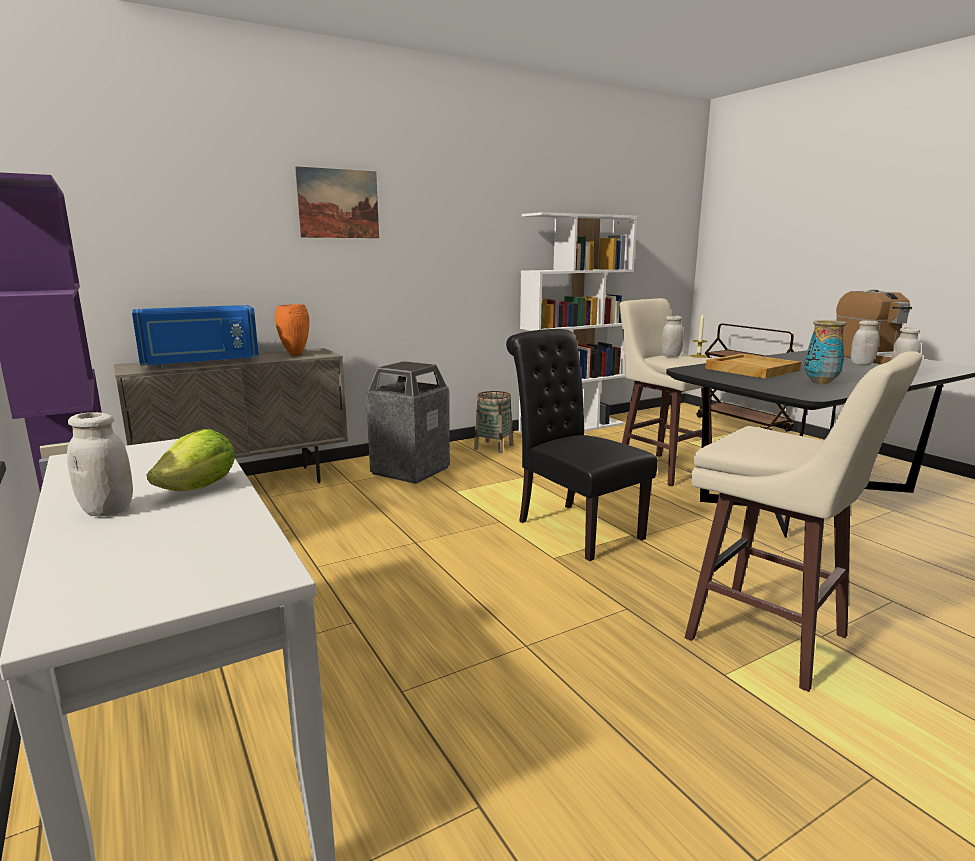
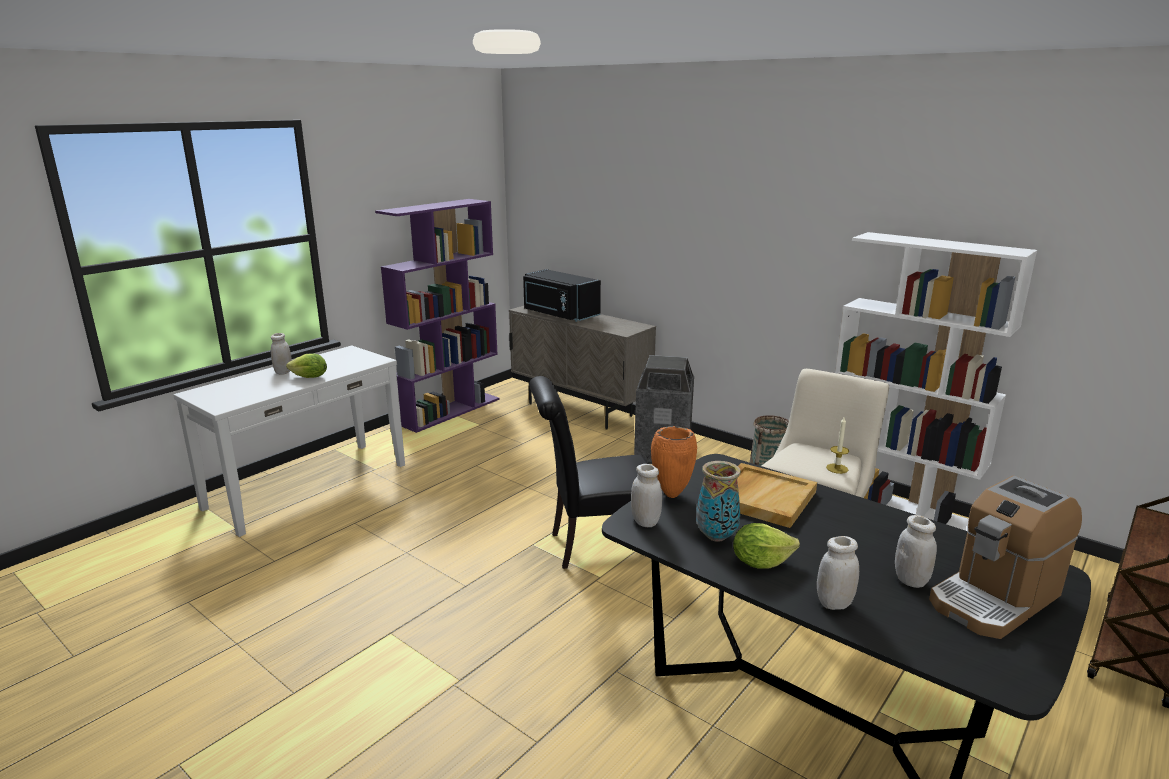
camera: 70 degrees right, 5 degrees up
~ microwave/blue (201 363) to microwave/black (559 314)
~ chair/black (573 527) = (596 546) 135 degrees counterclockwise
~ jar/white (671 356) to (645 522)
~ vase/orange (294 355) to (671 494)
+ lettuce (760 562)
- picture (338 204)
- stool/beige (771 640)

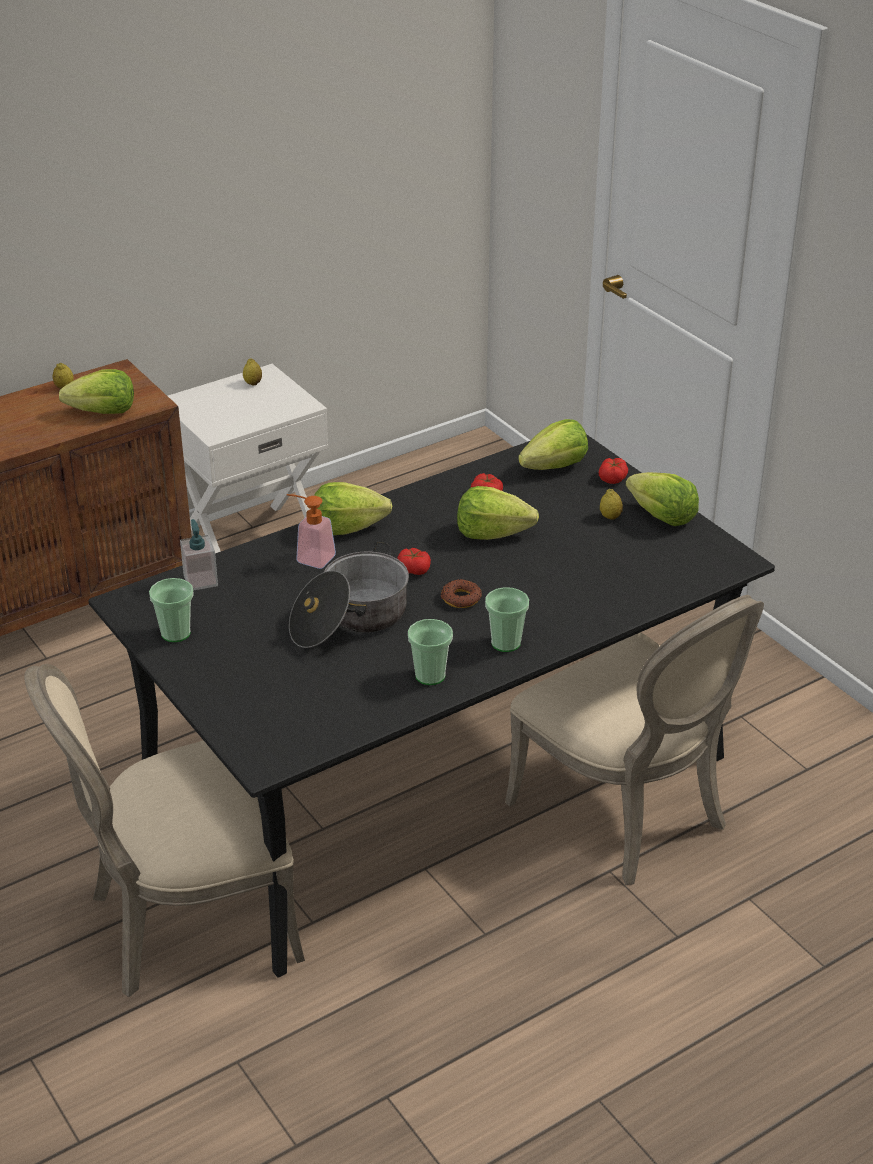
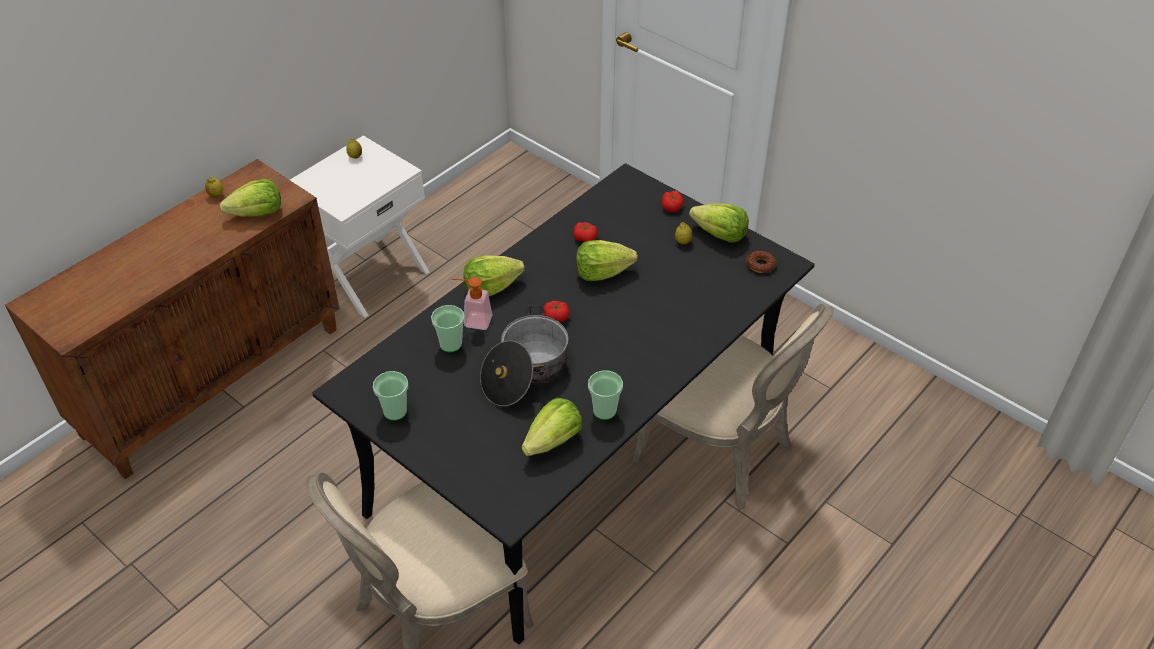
camera: 15 degrees left, 10 degrees up
~ cup (505 643) to (450 344)
~ lettuce (555 467) to (553 441)
~ donut (461 598) to (760 265)
- soap dispenser (200 580)

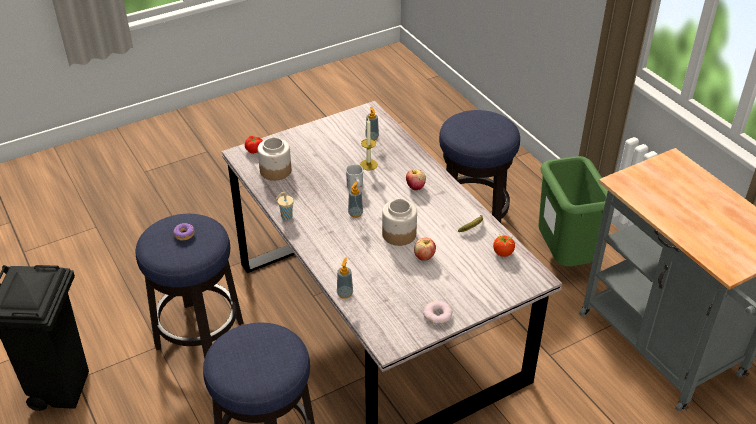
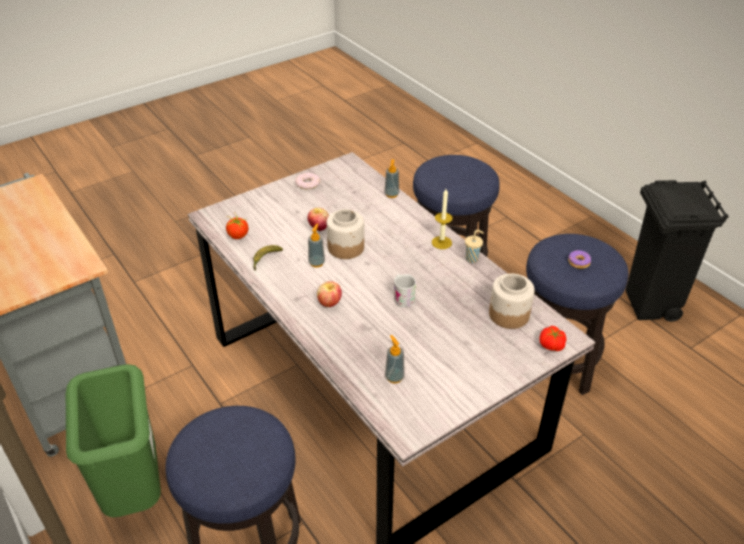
camera: 175 degrees right, 0 degrees up
~ soap dispenser (355 213) to (316 263)
~ candle (368 165) to (441 242)

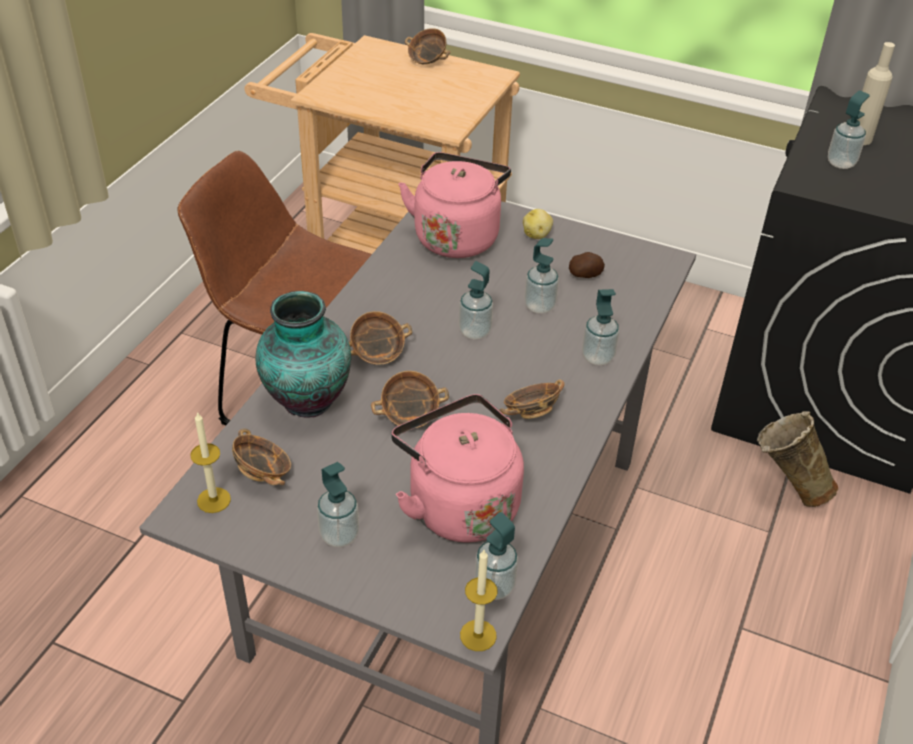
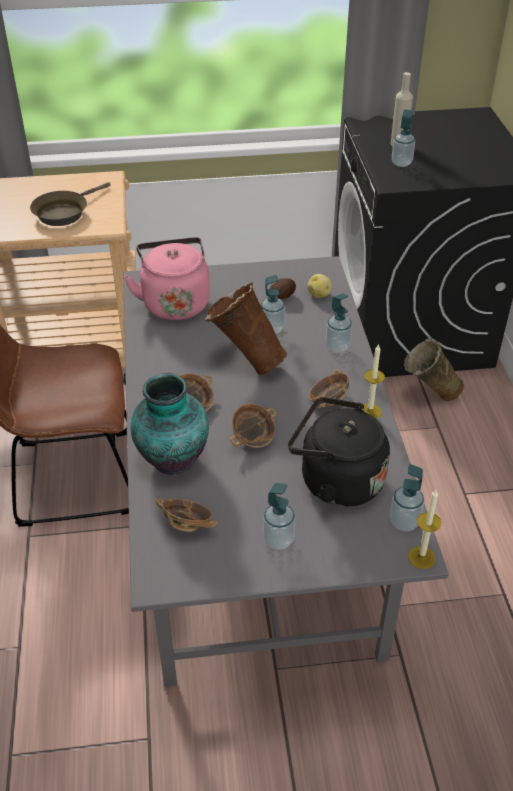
camera: 30 degrees left, 0 degrees up
+ frying pan/brown (64 212)
~ soap dispenser (474 332) to vase/brown (245 363)
~ kettle/pink (458 504) to kettle/black (336 481)
~ potato (537 234) to (319 294)
~ candle (214 500) to (370 411)
- bowl (427 61)

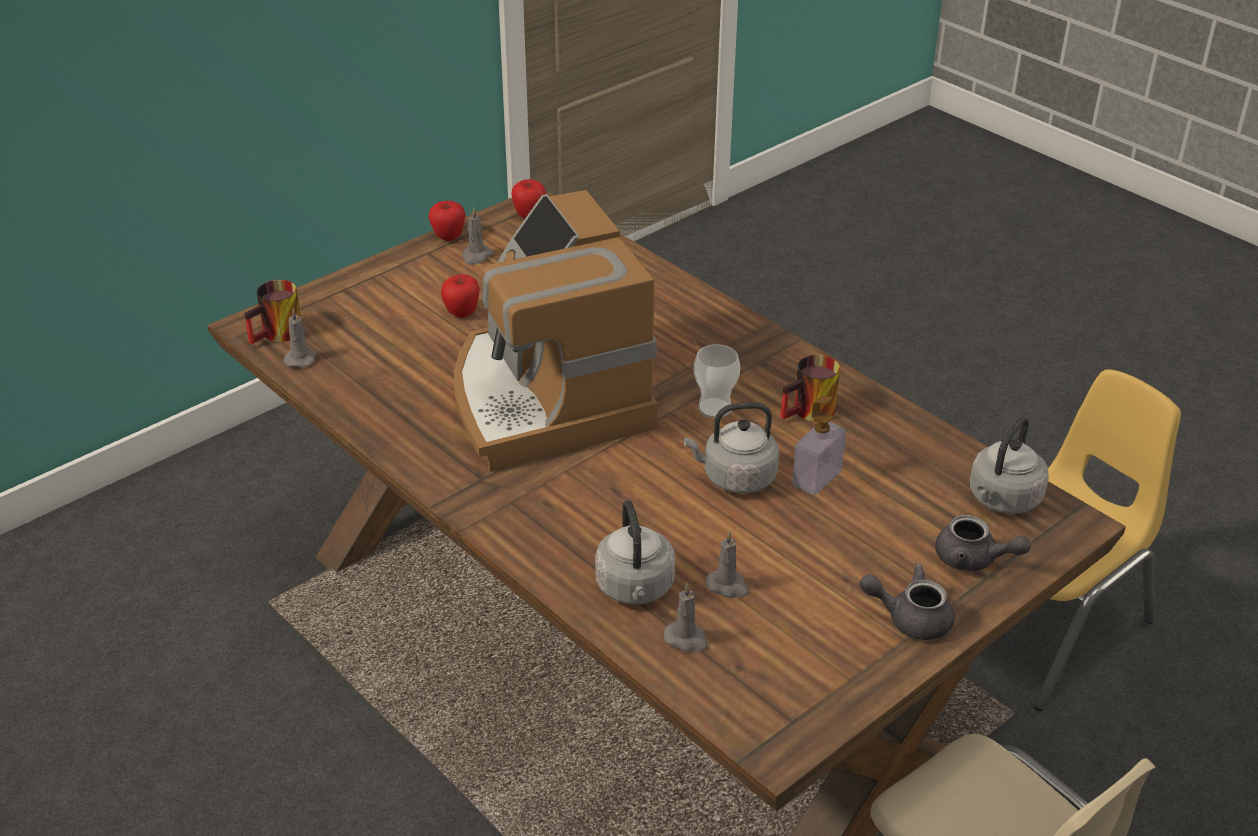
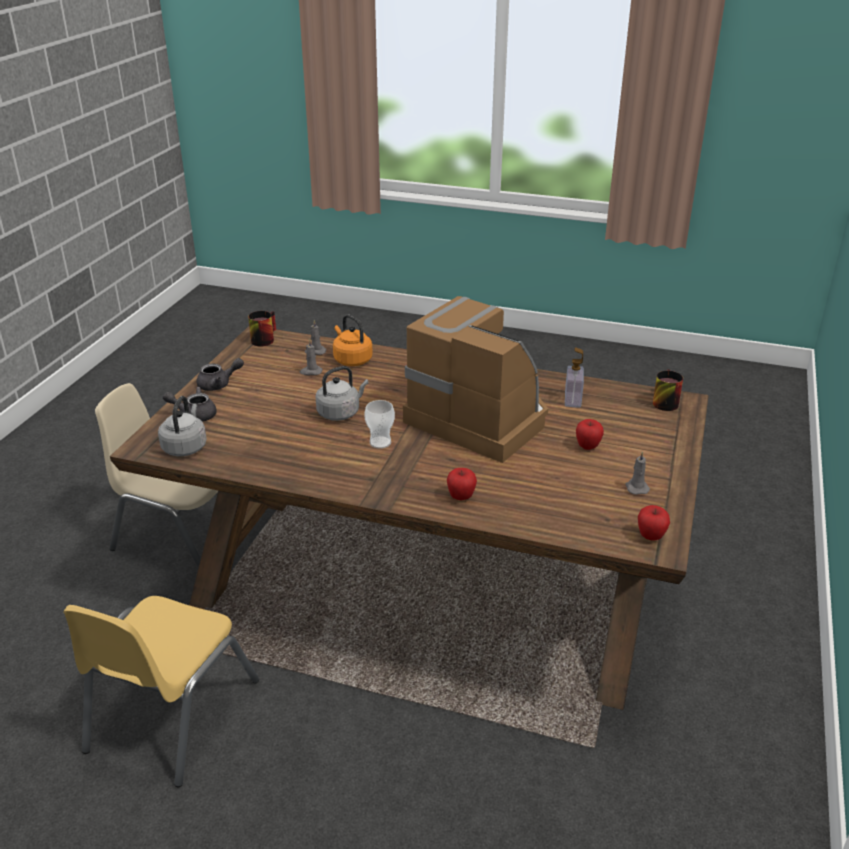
camera: 150 degrees right, 5 degrees down
~ mug (810 413) to (263 338)
~ kettle/grey (635 589) to kettle/orange (351 359)
~ apple (448 237) to (461 497)
~ soap dispenser (817 478) to (572 400)
- candle/grey (301 358)

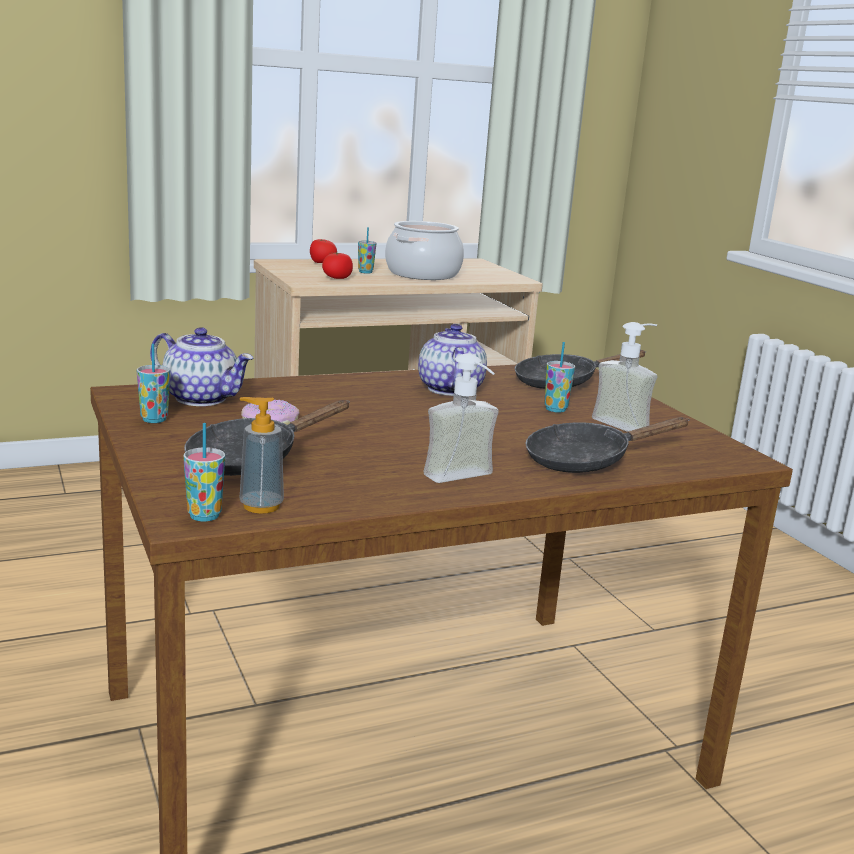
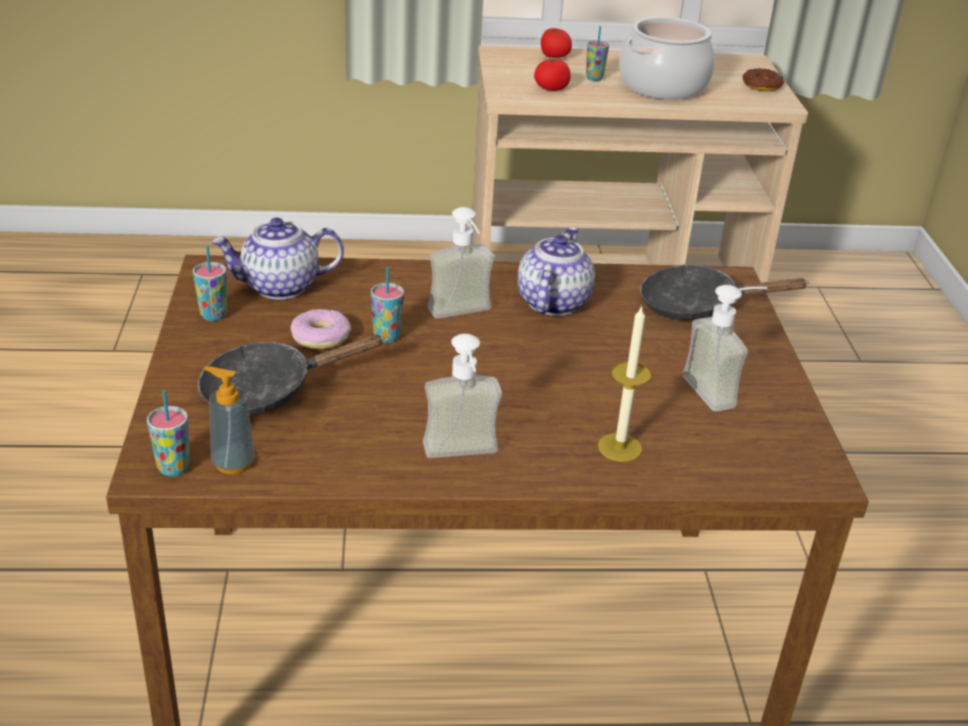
camera: 20 degrees right, 15 degrees up
~ teapot (202 398) = (279 287) 120 degrees clockwise
~ cup (555 409) to (387 337)
+ soap dispenser (464 316)
~ frying pan/black (586 461) to candle (619 447)
+ donut (761 85)

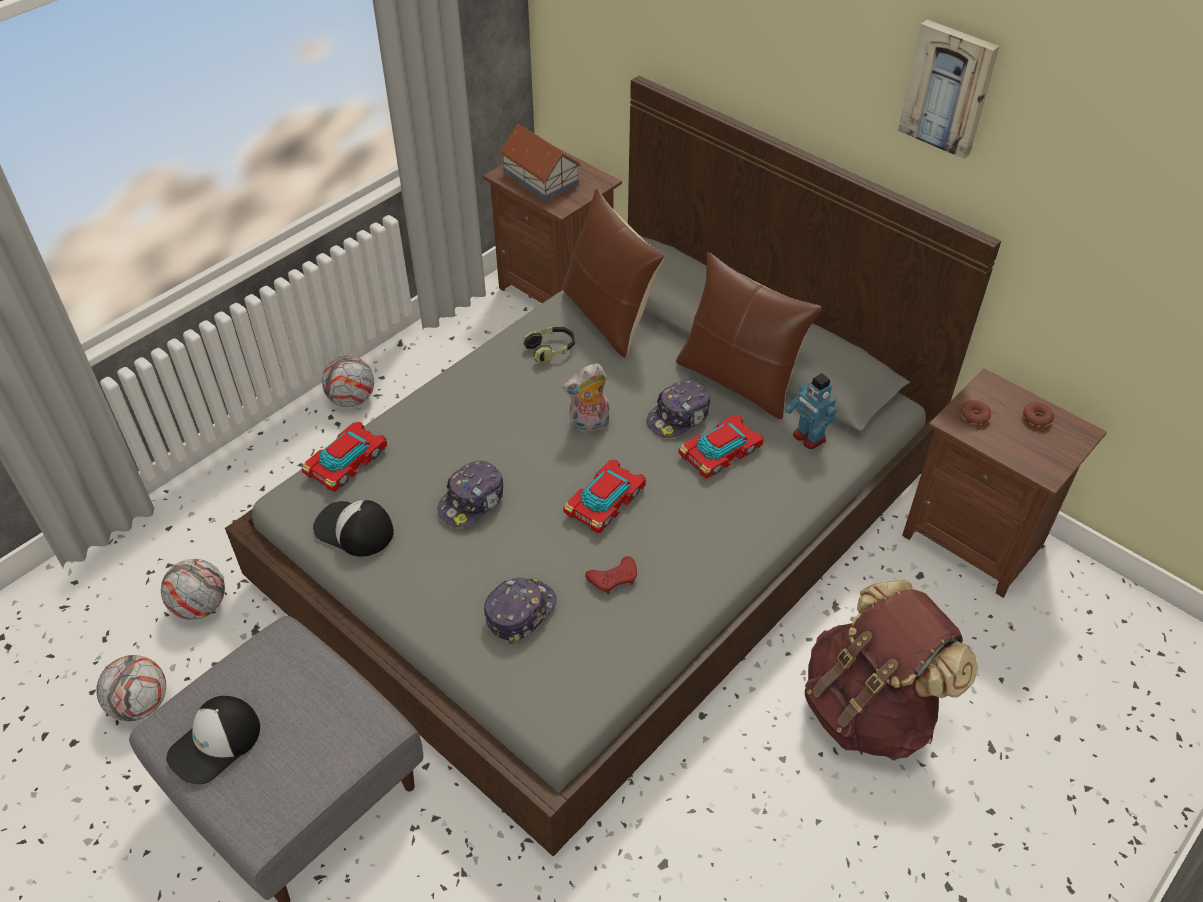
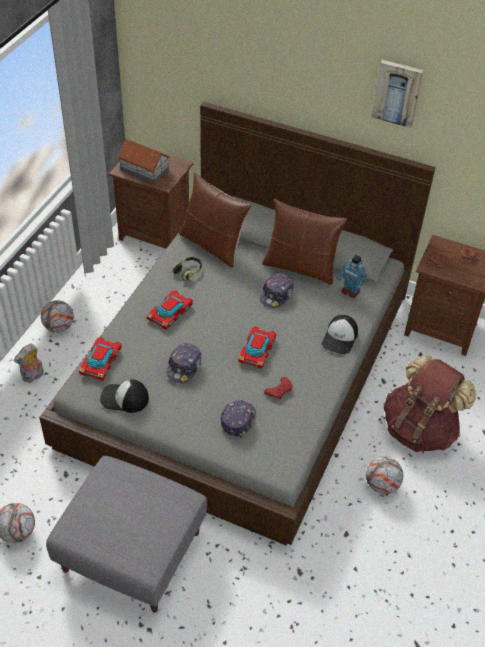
camera: 20 degrees left, 0 degrees up
~ plush toy (589 426) to (33 376)
~ toy car (721 452) to (170 313)
~ cap (215 744) to (340 338)
~ football (200 606) to (381 485)

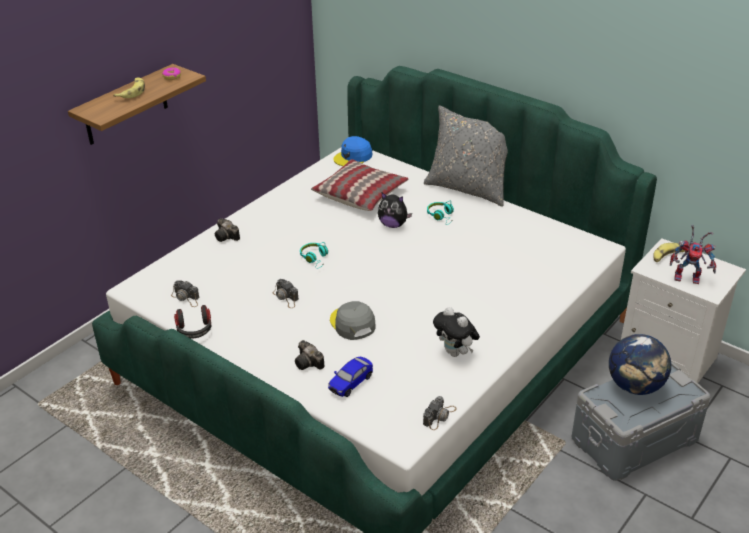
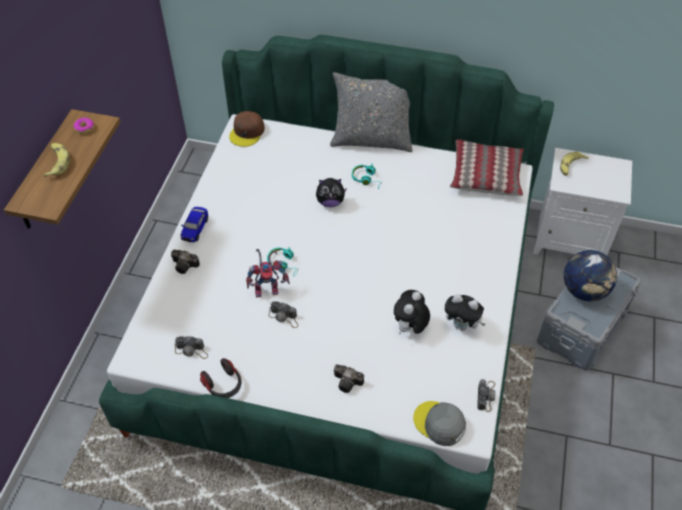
camera: 25 degrees left, 15 degrees up
~ toy car (350 383) to (195 229)
~ cap/blue (353 157) to cap/brown (247 132)
~ toy robot (689 277) to (268 288)
+ plush toy (410 327)
~ cap/grey (352 323) to (439 424)
~ pillow (360 194) to (486 174)

